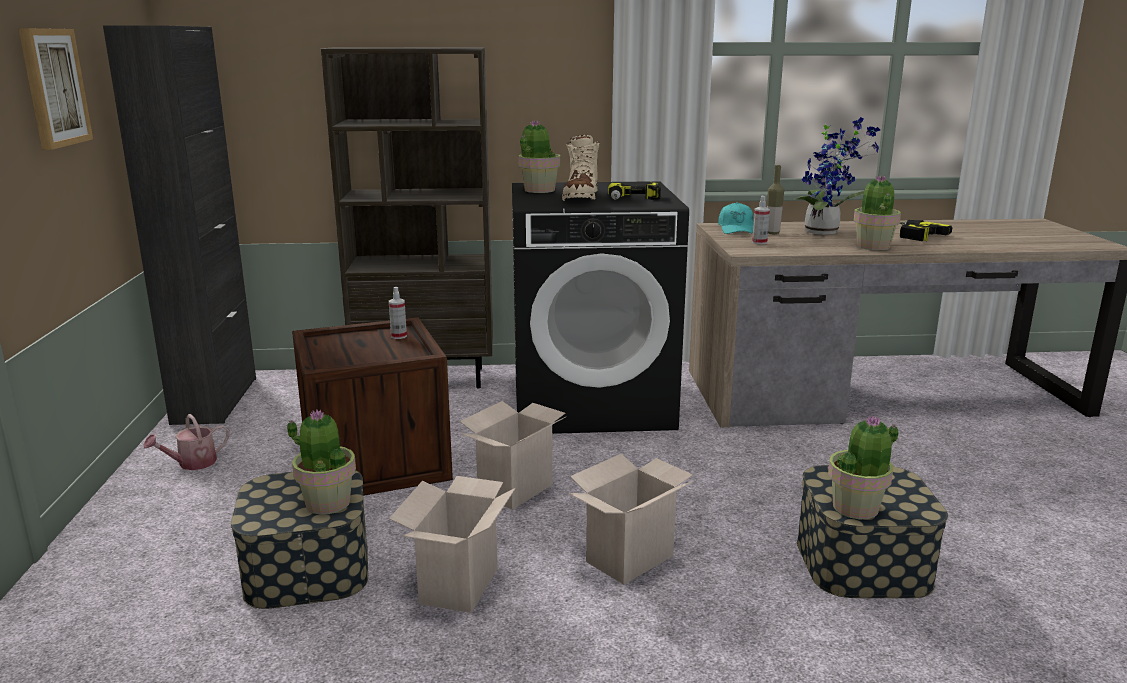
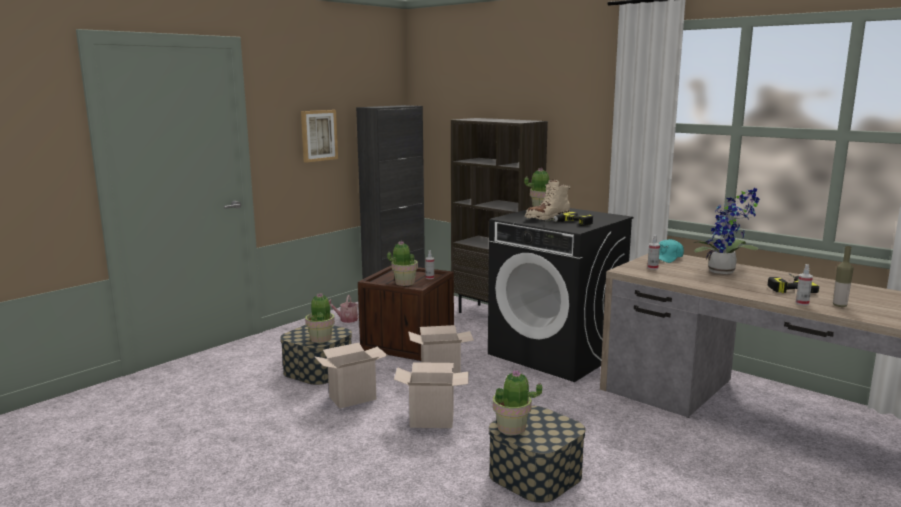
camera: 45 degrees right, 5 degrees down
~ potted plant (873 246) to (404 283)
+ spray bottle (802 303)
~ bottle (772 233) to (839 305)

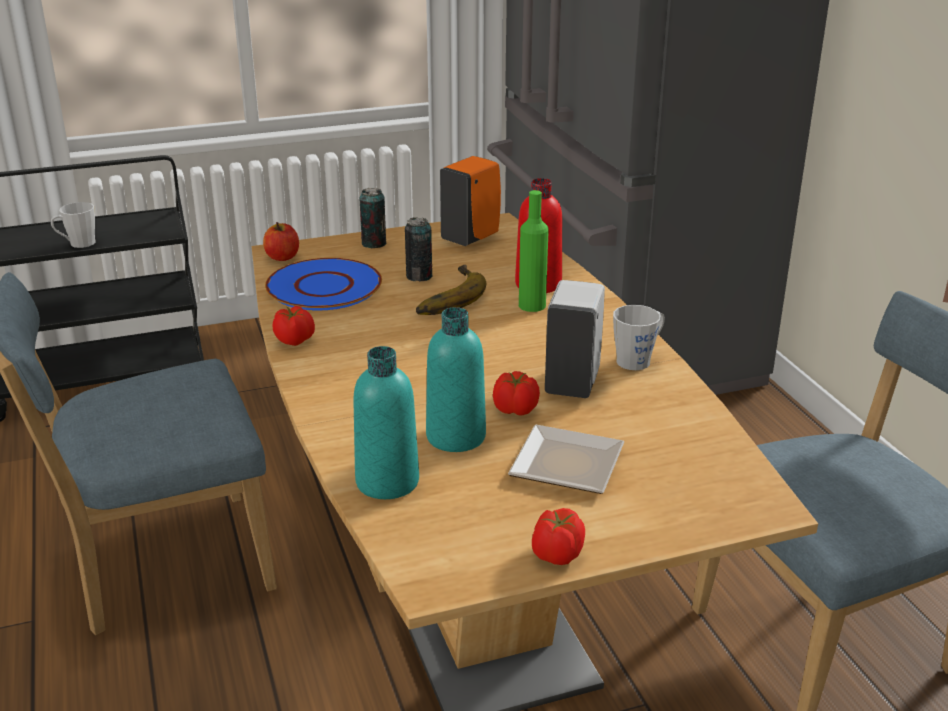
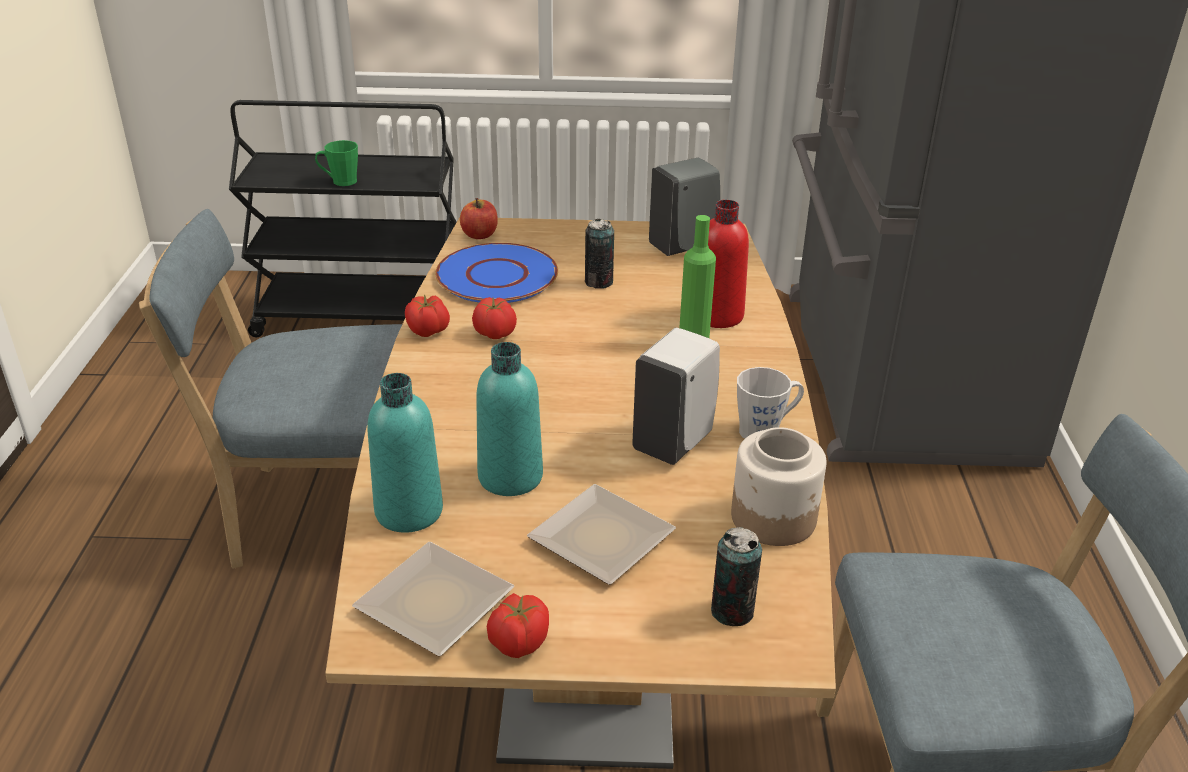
camera: 20 degrees right, 5 degrees up
~ mug/grey (77 244) to mug/green (340 181)
+ plate (429 604)
~ tomato (516 410) to (494 334)
~ soap dispenser/orange (472 238) to soap dispenser/grey (684 247)
~ can (374 244) to (732 611)
+ jar (774 518)
- banana (445 297)

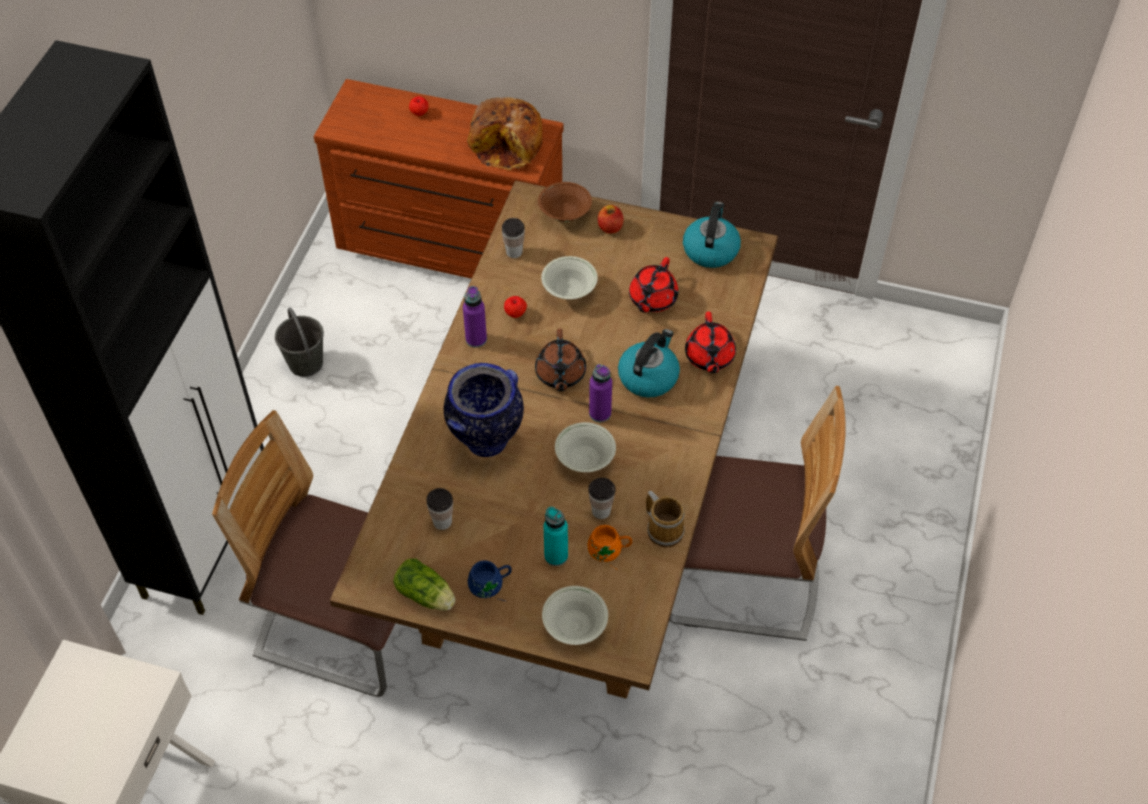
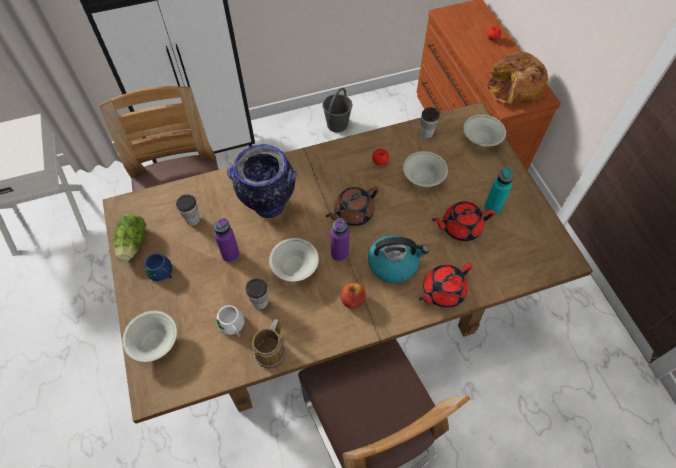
camera: 55 degrees right, 5 degrees up
~ bottle/purple (476 339) to (231 255)
~ mug/orange (609 551) to mug/white (230 327)
~ apple (610 227) to (352 300)
~ bowl/brown (565 215) to bowl/white (480 141)
~ bottle/turquoise (556 556) to (492 207)
- kettle (710 249)

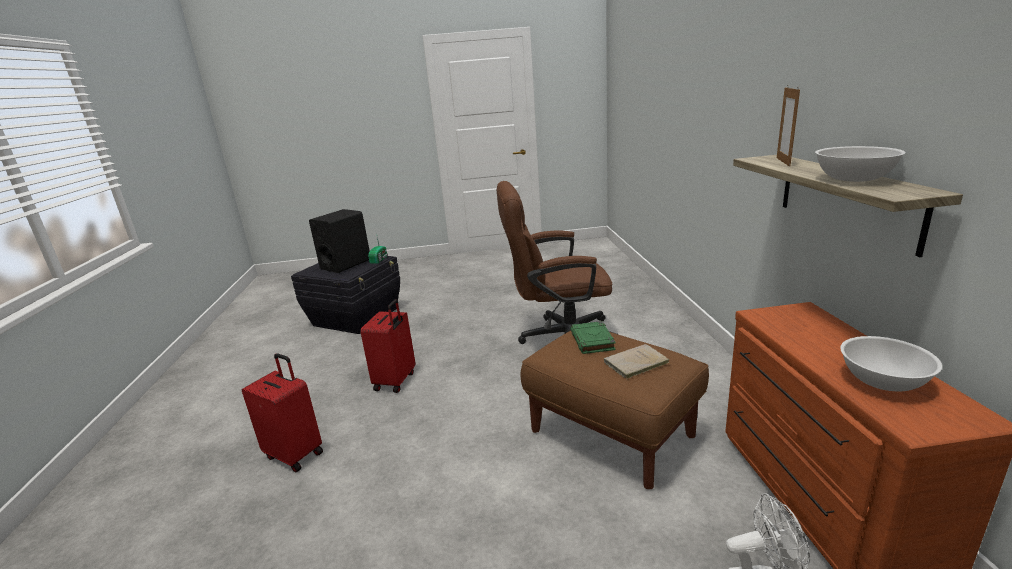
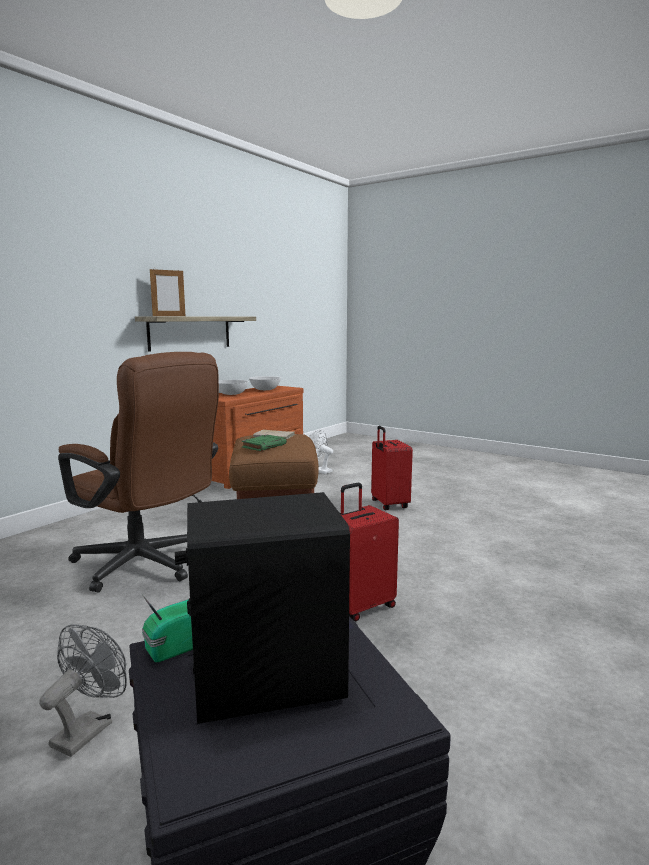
camera: 140 degrees left, 10 degrees down
+ fan/grey (88 728)
~ bowl/white (854 179) to (231 394)
~ suitcase/red (296 454) to (388 504)

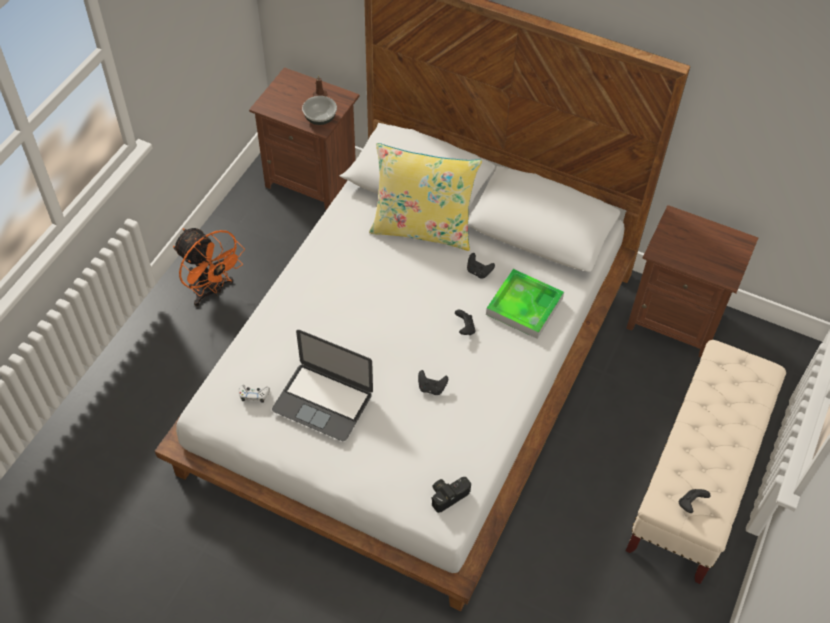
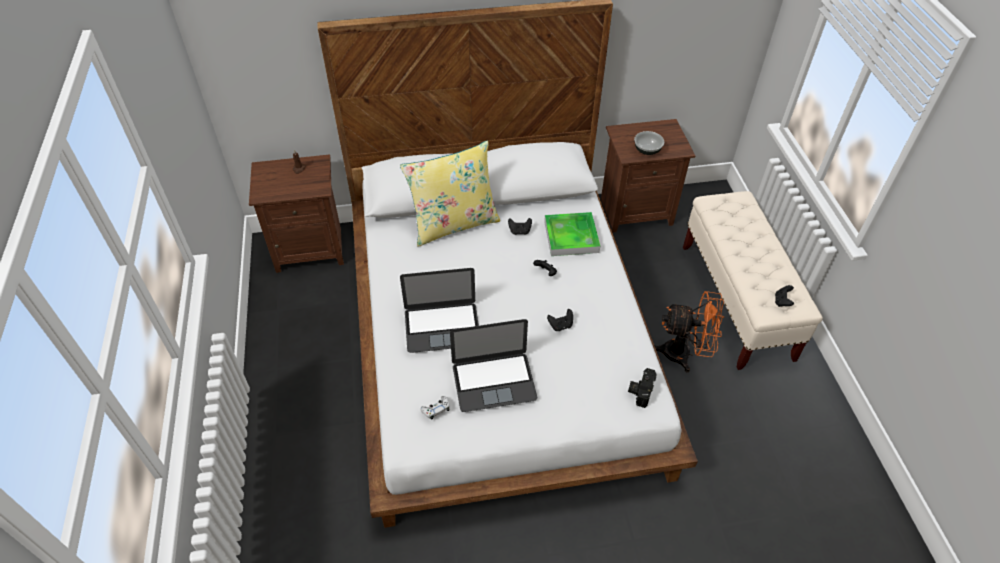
camera: 35 degrees left, 5 degrees down
+ laptop (442 327)
~ bowl (320 118) to (647 150)
~ fan/orange (212 291) to (684 354)

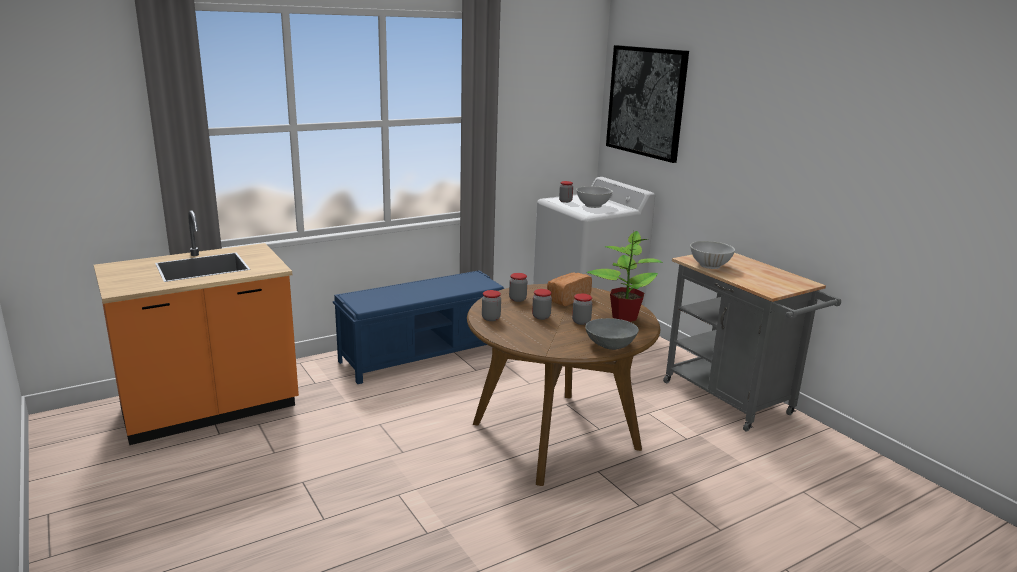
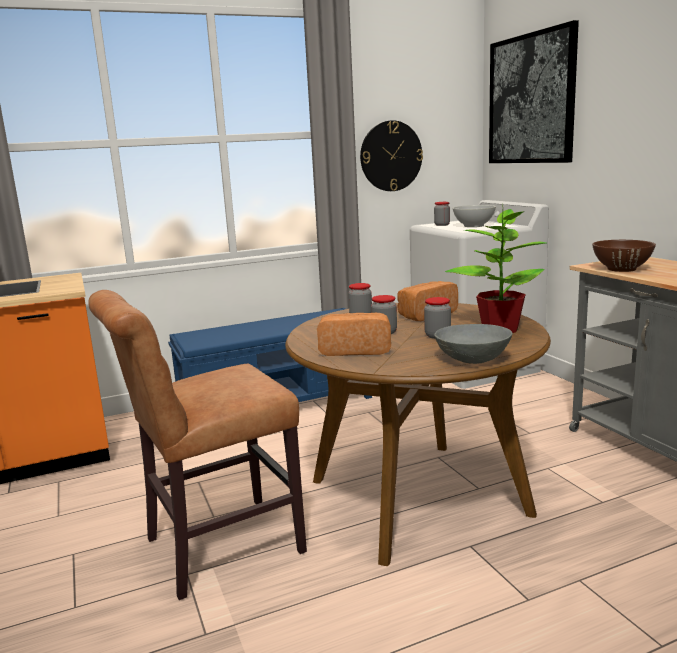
camera: 10 degrees right, 5 degrees down
+ chair/brown (215 548)
+ bread (355 350)
+ wall clock (391 156)
~ bowl/white (709 265) to bowl/brown (621 269)
- jar (491 318)

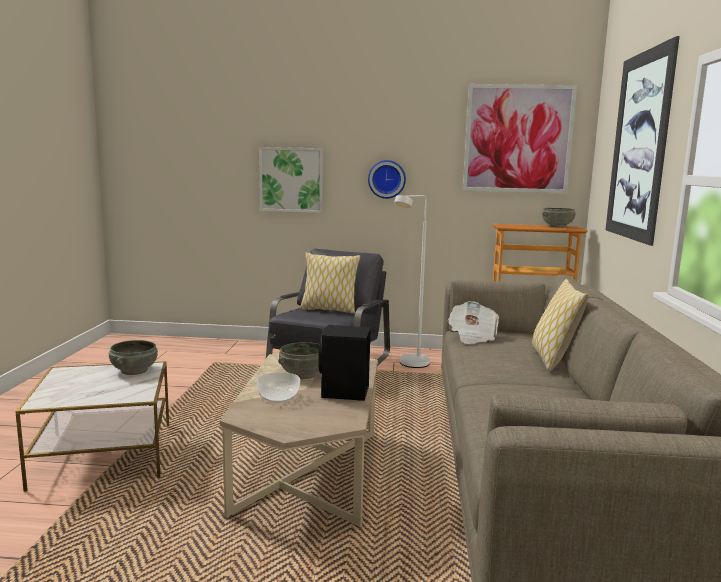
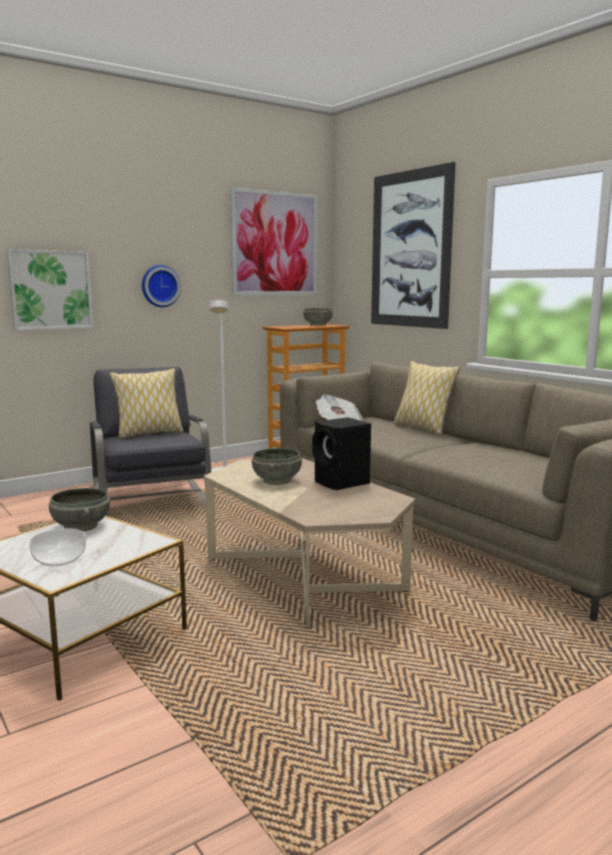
camera: 40 degrees left, 0 degrees up
~ bowl (278 396) to (58 559)

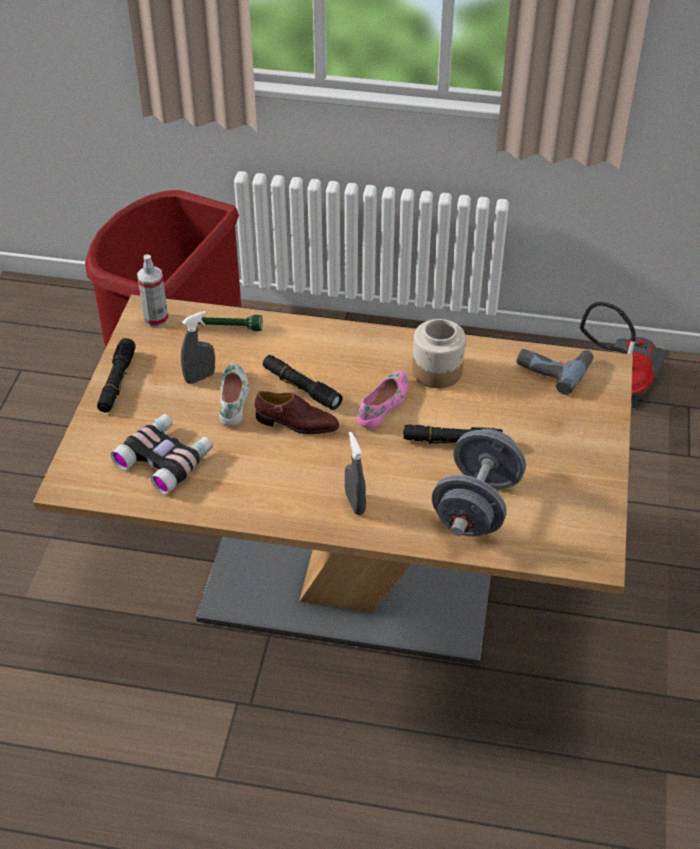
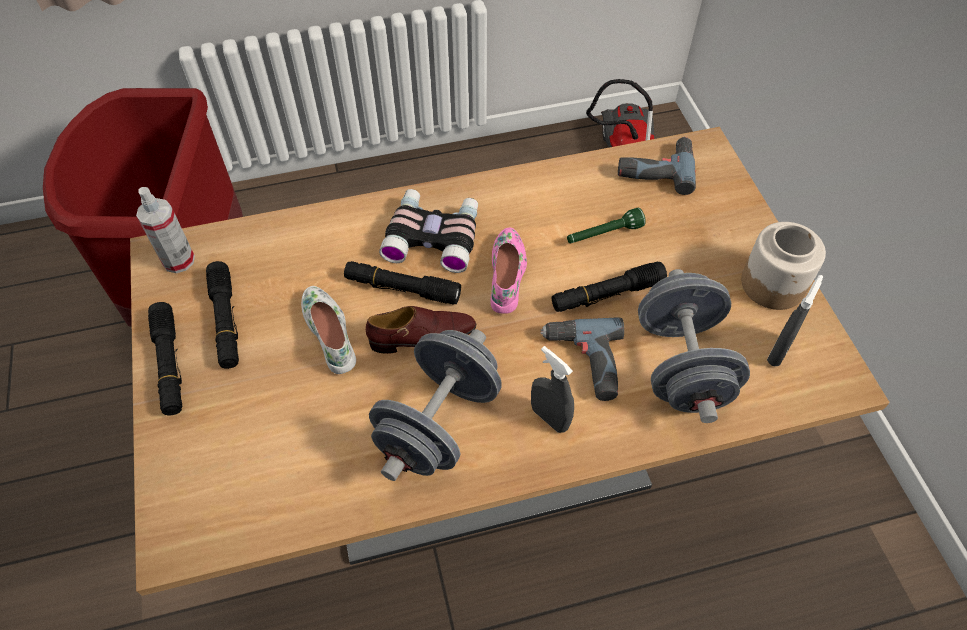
camera: 25 degrees left, 10 degrees up
+ flashlight/black (226 321)
+ dumbbell/grey (438 423)
~ binoculars (166 458) to (433 236)
+ power drill (583 363)
~ flashlight/green (230 327) to (603 234)
~ jar (438 371) to (773 284)
~ spray bottle/grey (200 377) to (778 352)

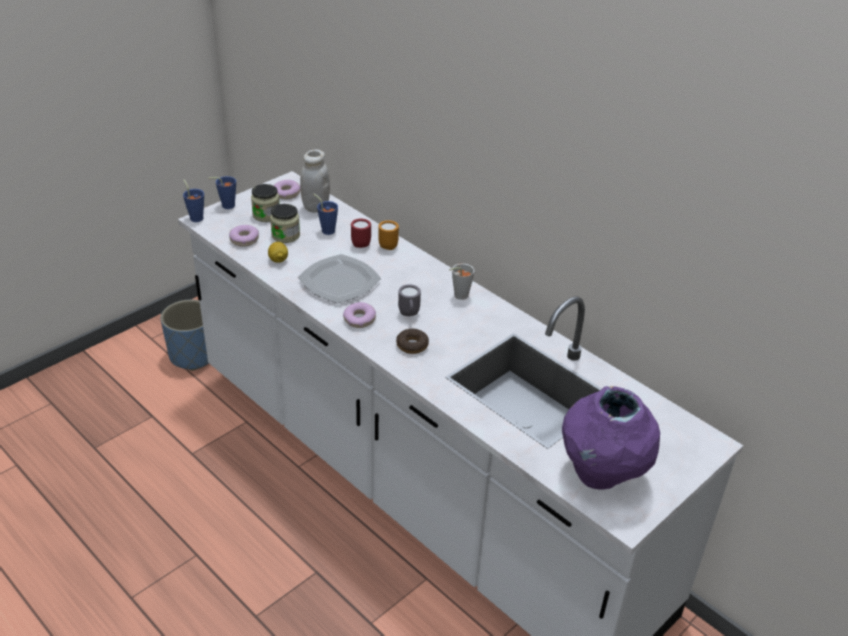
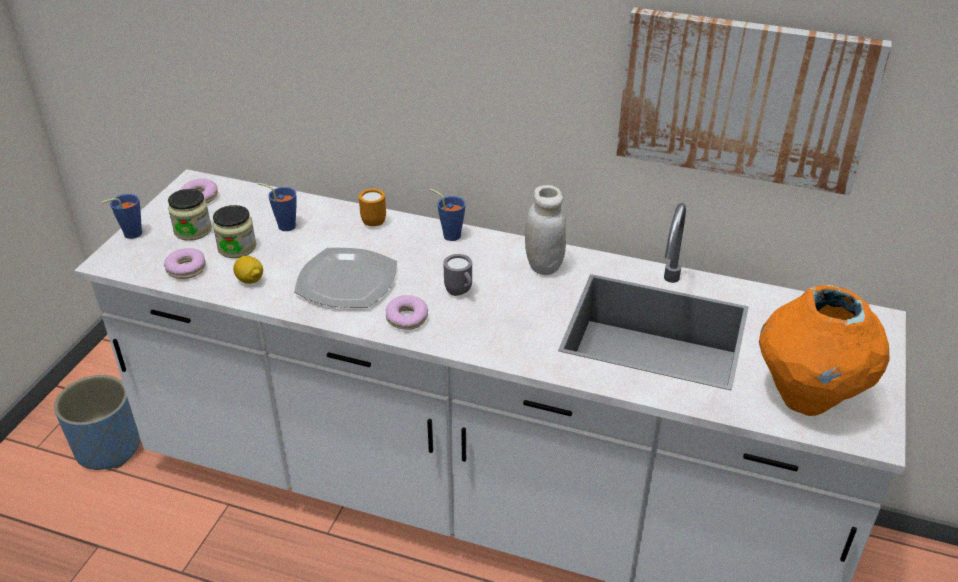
camera: 25 degrees left, 0 degrees up
~ cup/blue (195 217) to (448 234)
~ jar/white (315 207) to (544 265)
+ picture (744 99)
~ vase/purple (601 474) to vase/orange (807 397)
- mug/red (360 243)
- donut (412 345)
- cup/grey (458 296)

